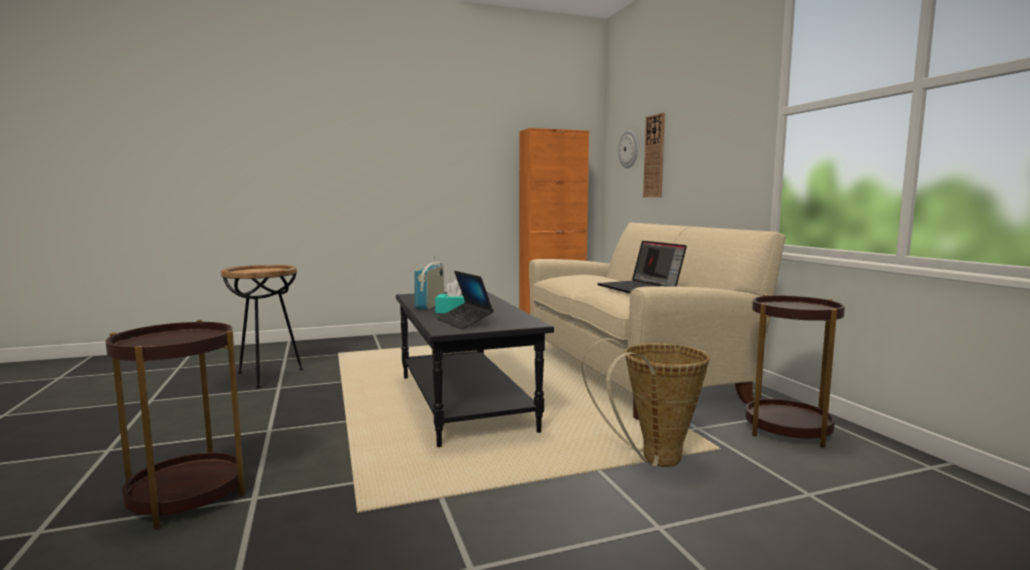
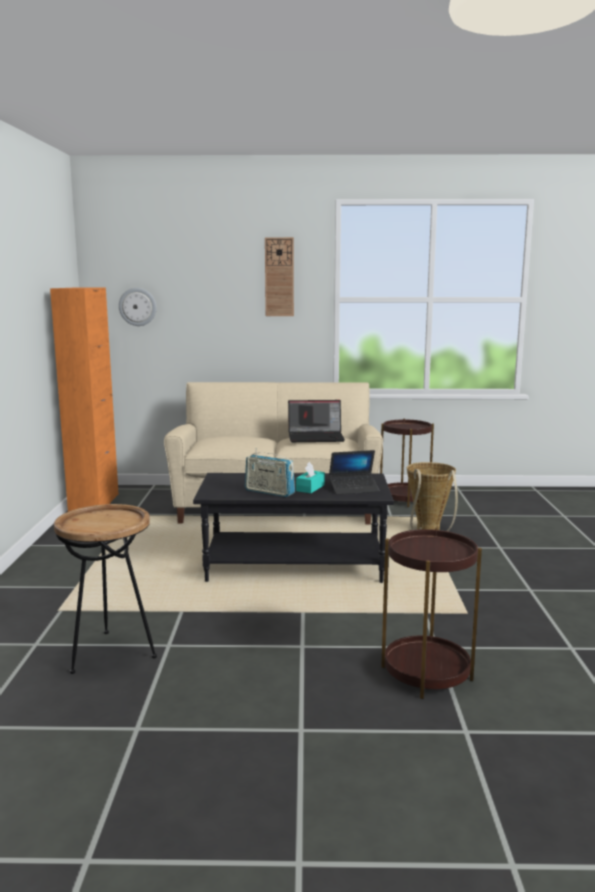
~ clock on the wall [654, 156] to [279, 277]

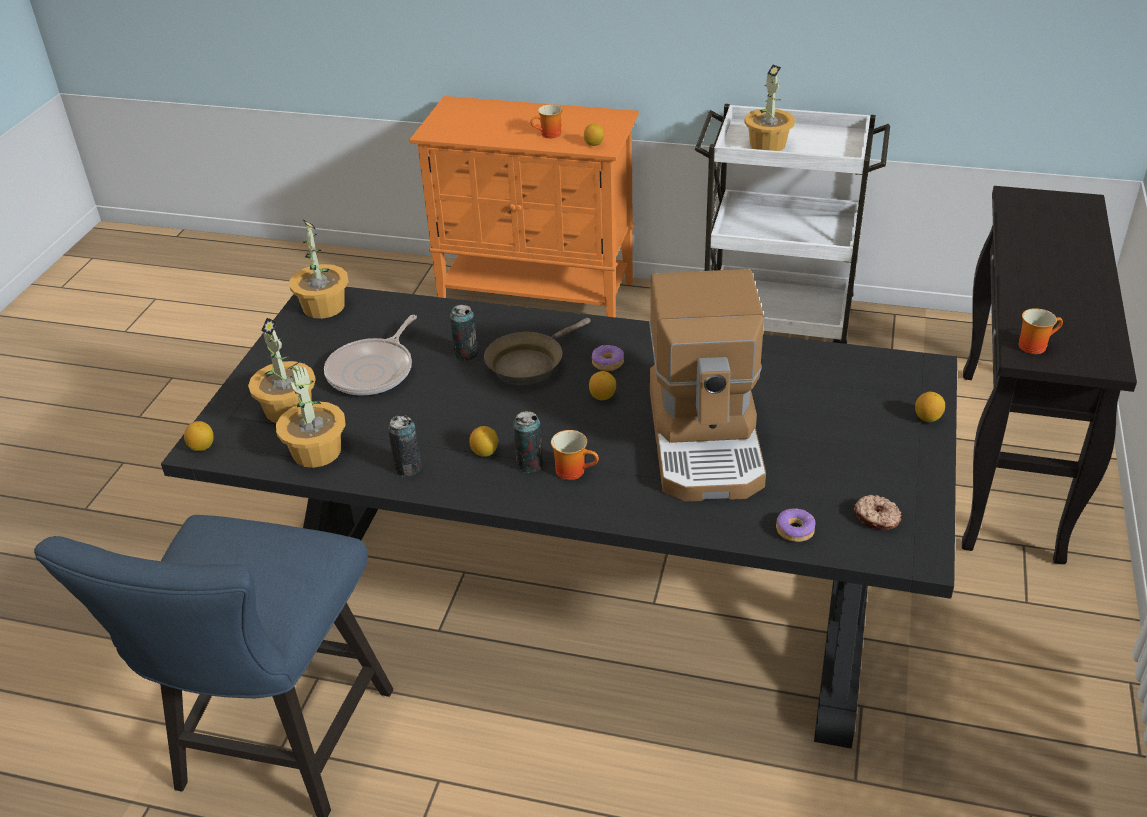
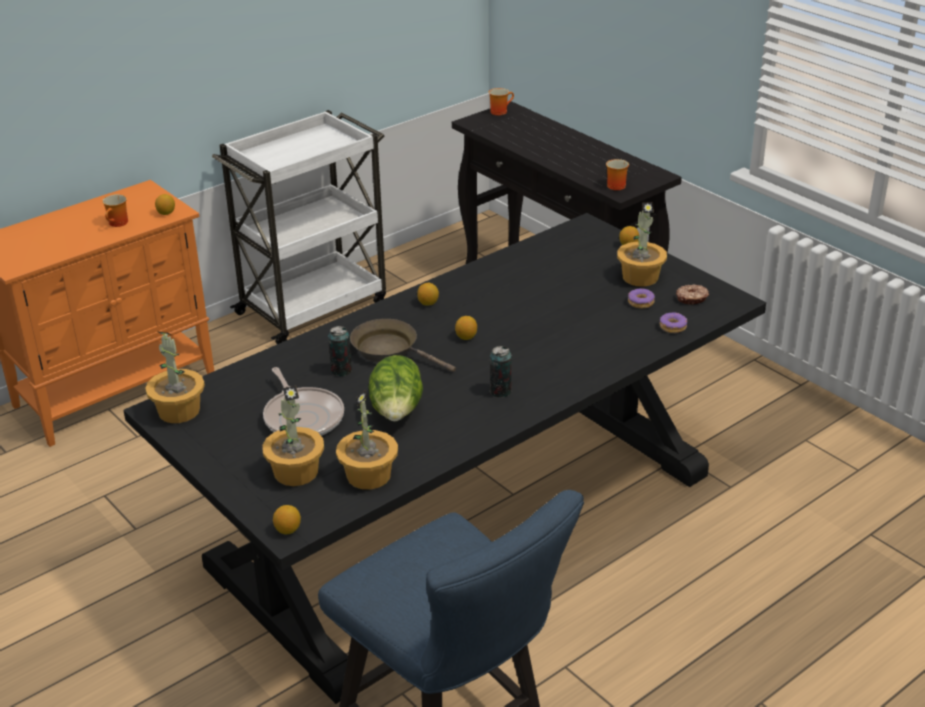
~ plant in a pot [768, 144] to [640, 277]
- coffee brewer [707, 440]
~ brownish frying pan [529, 363] = [390, 350] 135 degrees clockwise
~ donut [607, 363] to [641, 303]
- can [408, 468]
~ citrus fruit [485, 452] to [428, 303]
~ mug [574, 470] to [499, 111]
+ head of lettuce [397, 413]

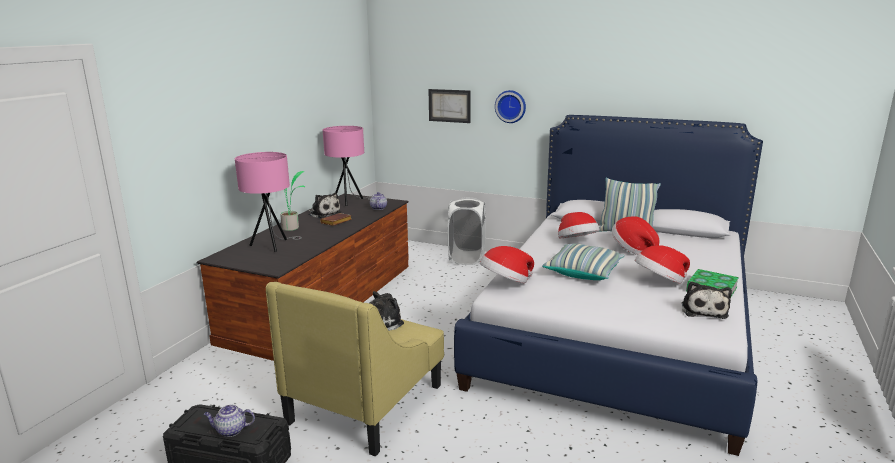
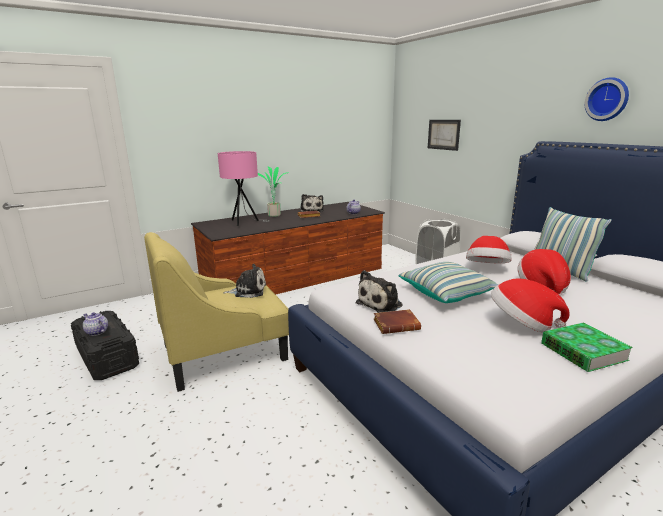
~ clock on the wall [511, 106] to [607, 99]
- pink-coloured tabletop lamp [349, 202]
- hat [505, 282]
~ plush toy [703, 310] to [381, 304]
+ brownish volume [397, 325]

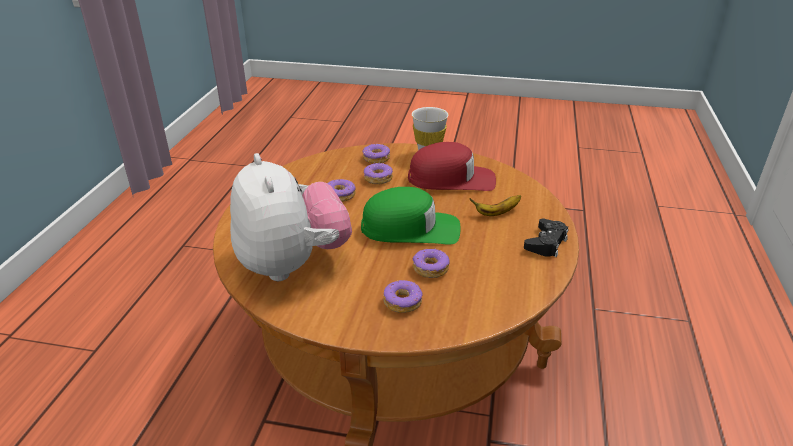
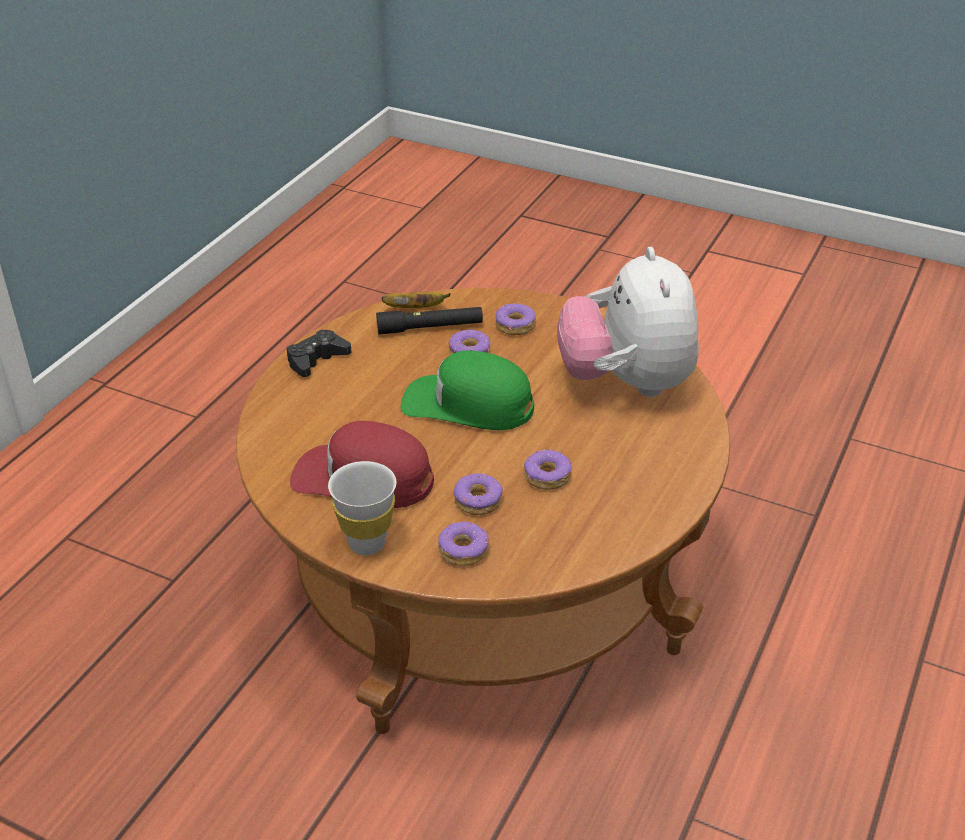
~ whole banana [496, 213] to [416, 308]
+ black-coloured torch [430, 328]

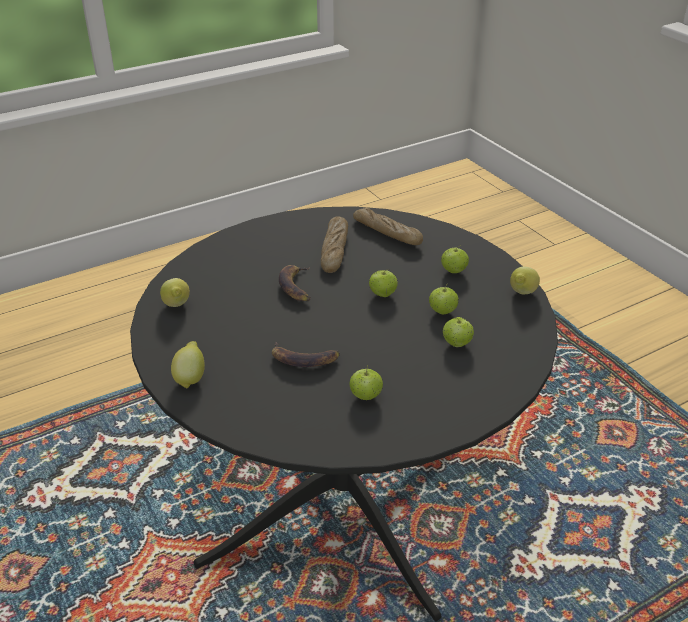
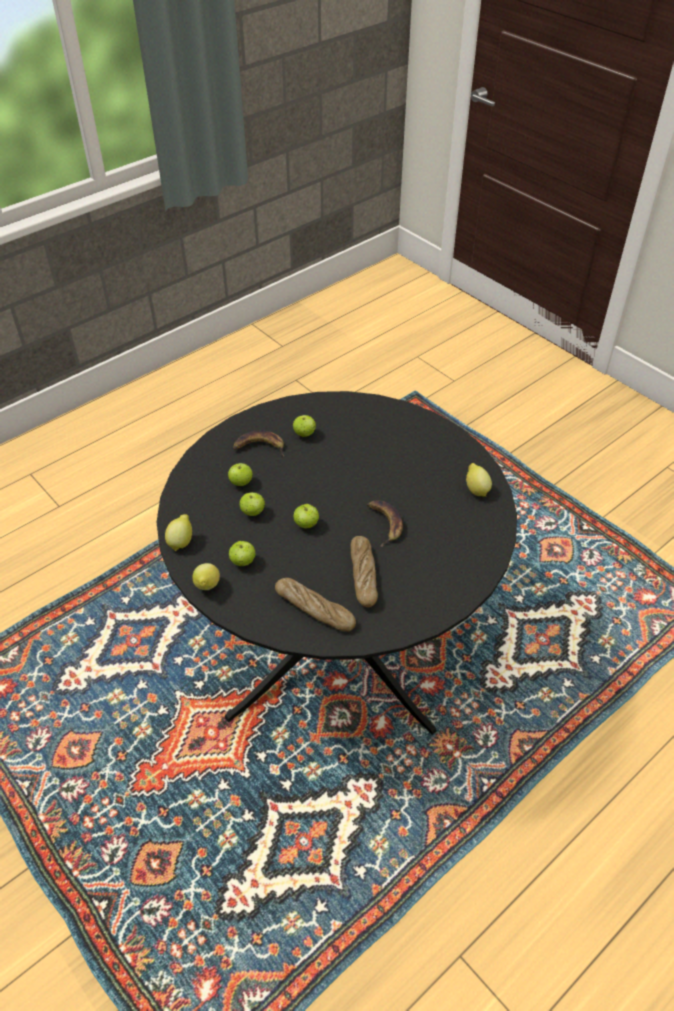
~ citrus fruit [190, 378] to [207, 587]
~ whole banana [304, 359] to [259, 447]

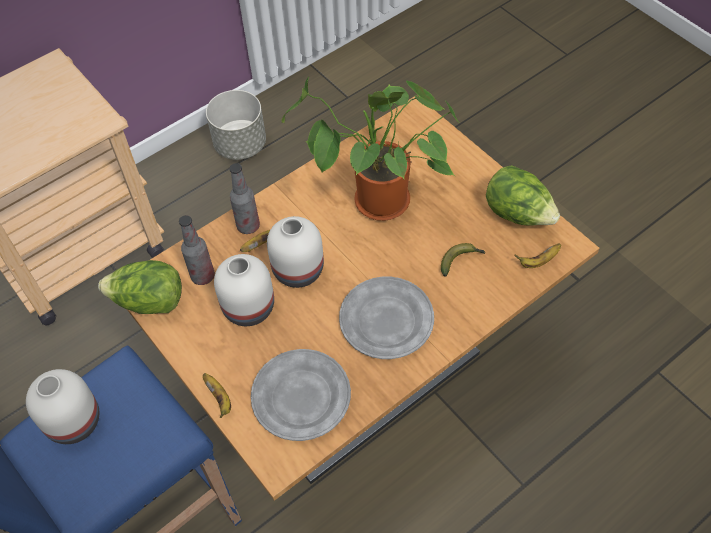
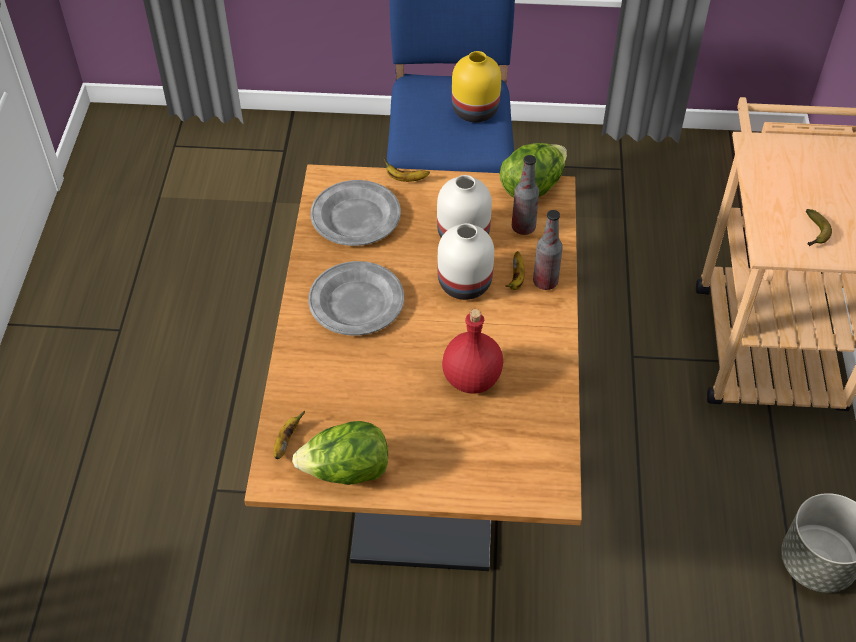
~ plant in a pot [377, 205] to red-coloured drink bottle [472, 378]
~ whole banana [461, 260] to [814, 233]
~ white-coloured flower vase [72, 422] to yellowish flower vase [475, 109]

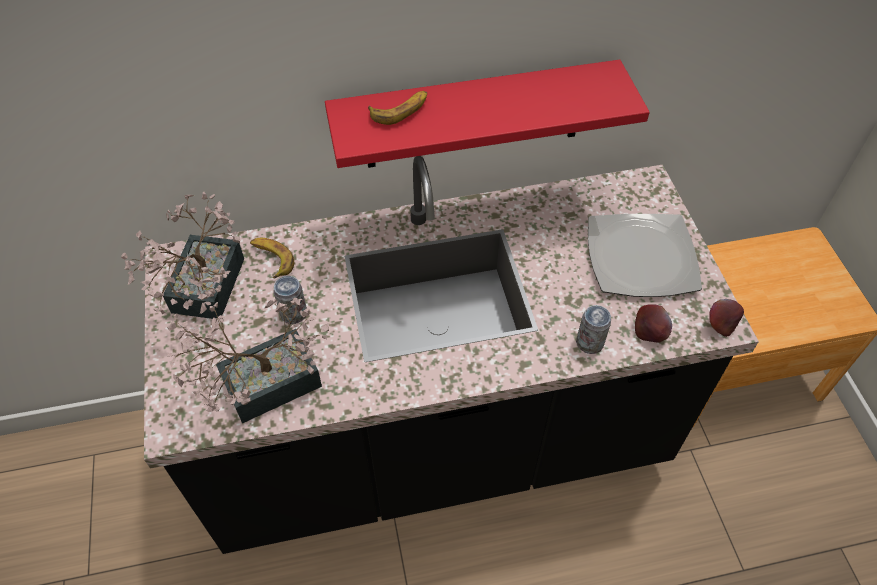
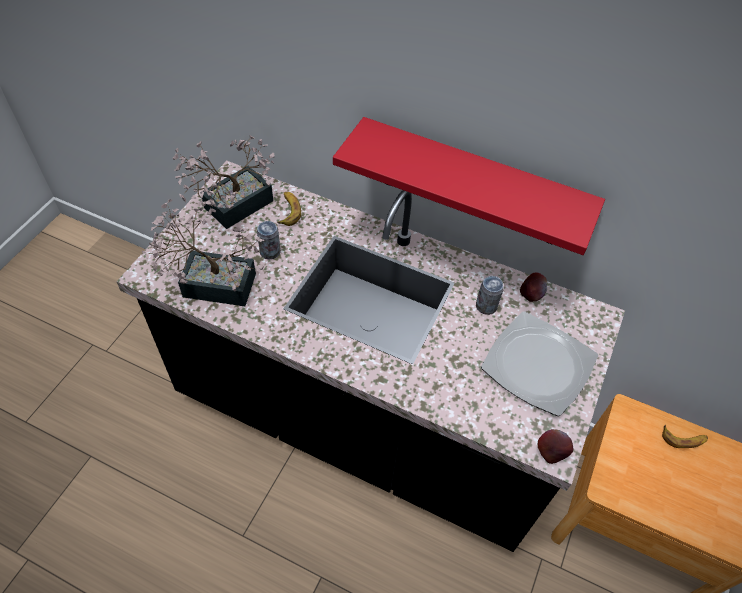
~ whole banana [400, 110] to [683, 439]
~ apple fruit [650, 332] to [531, 294]
~ can [589, 343] to [486, 306]

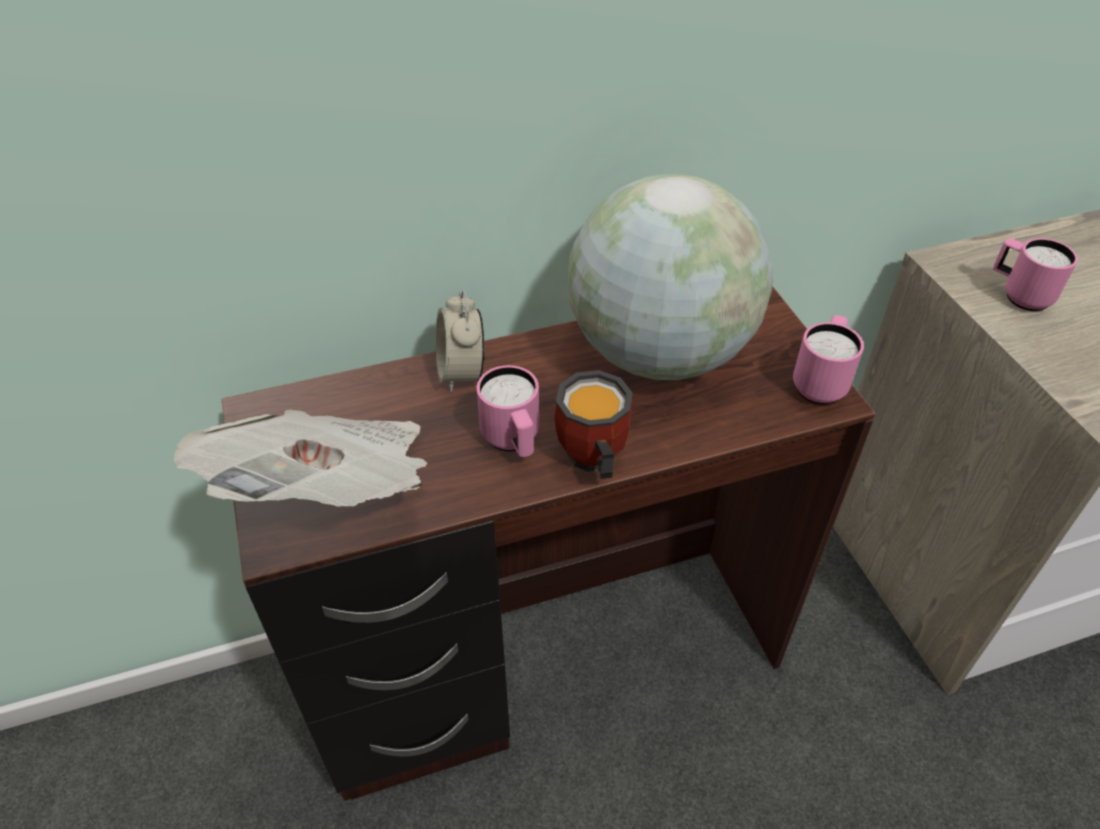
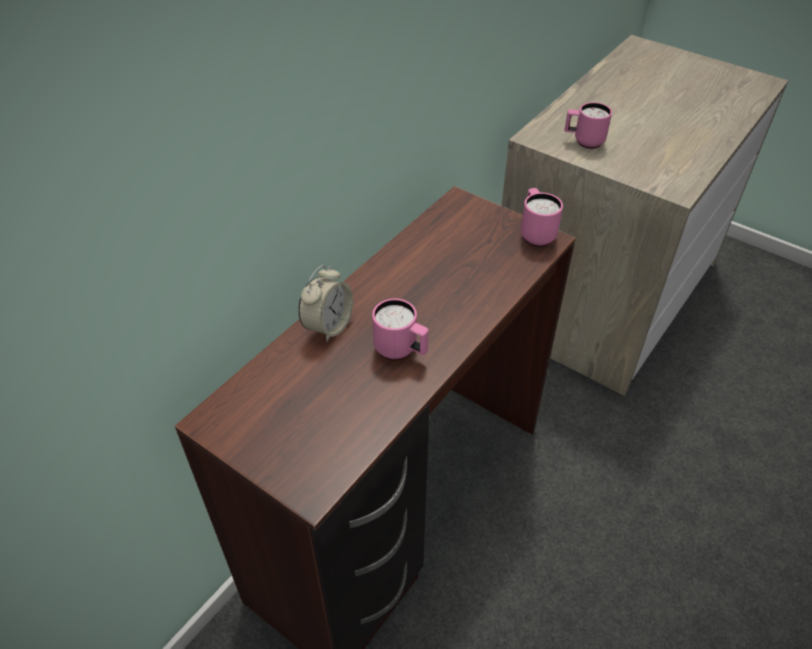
- desk globe [660, 353]
~ table clock [461, 373] = [328, 326] 105 degrees counterclockwise
- mug [589, 461]
- newspaper [330, 492]

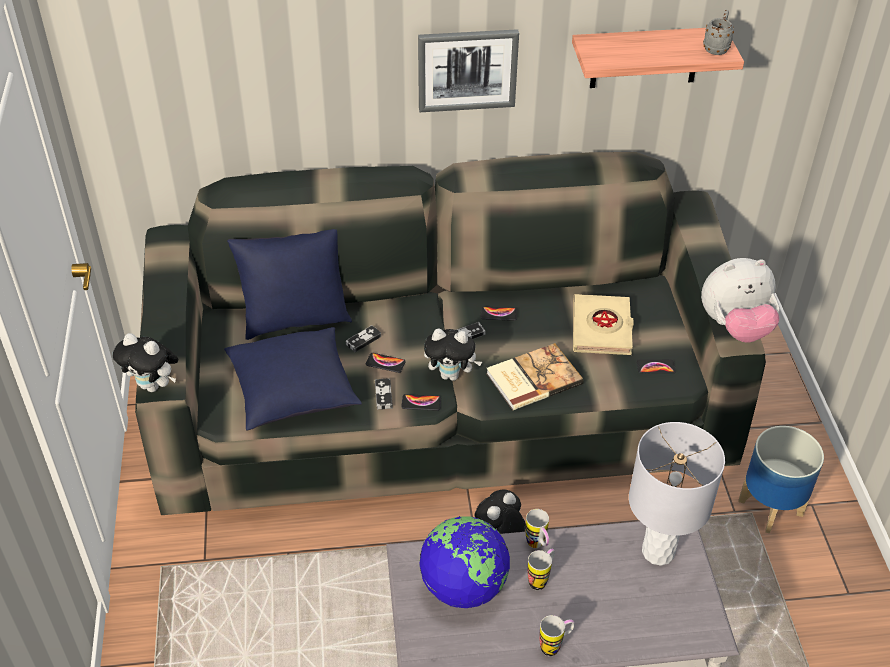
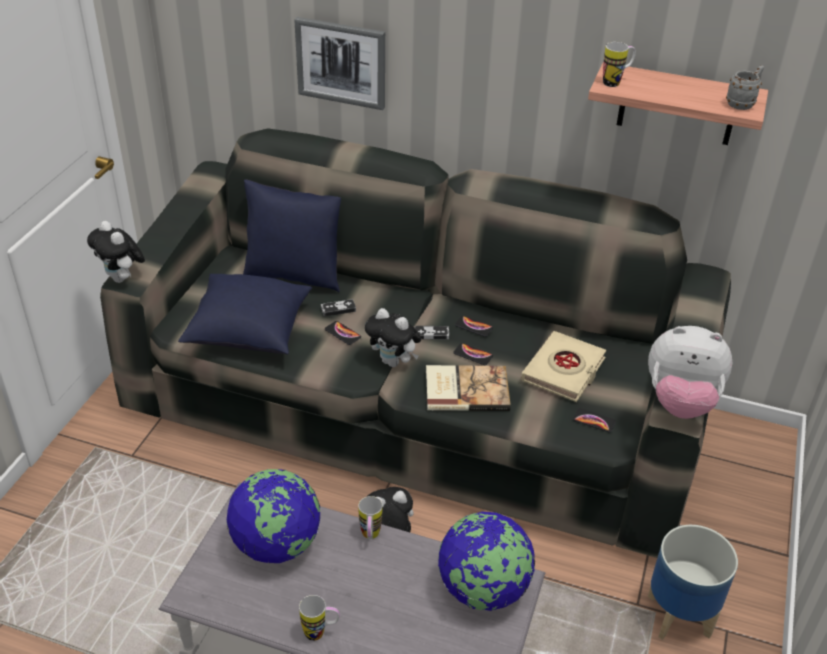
~ picture [467, 69] to [341, 62]
- joypad [383, 395]
~ handset [421, 403] to [473, 354]
~ greyish tabletop lamp [658, 552] to desk globe [483, 590]
~ mug [541, 579] to [616, 82]

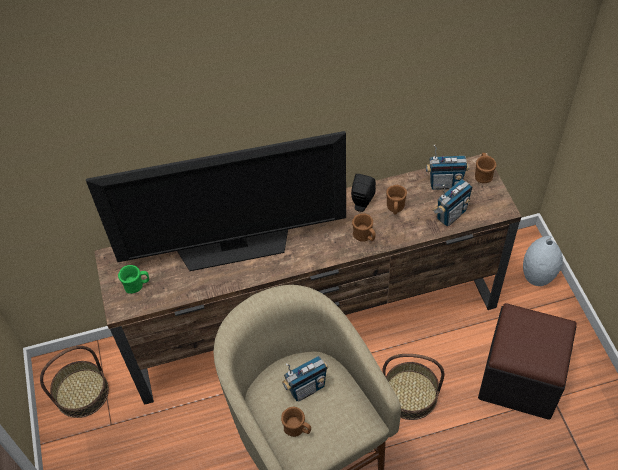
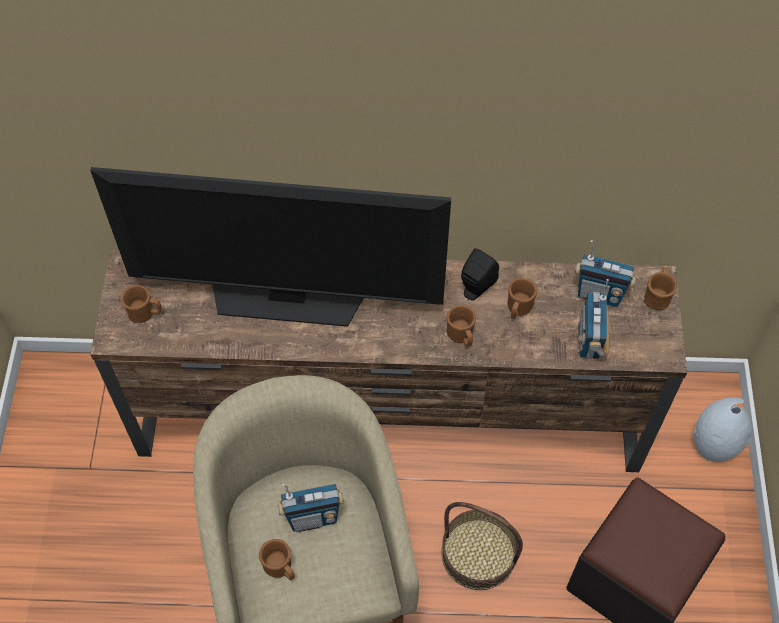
~ radio receiver [451, 215] = [590, 341] 120 degrees clockwise
~ green-coloured mug [137, 285] to brownish mug [145, 314]
- storage basket [82, 393]

